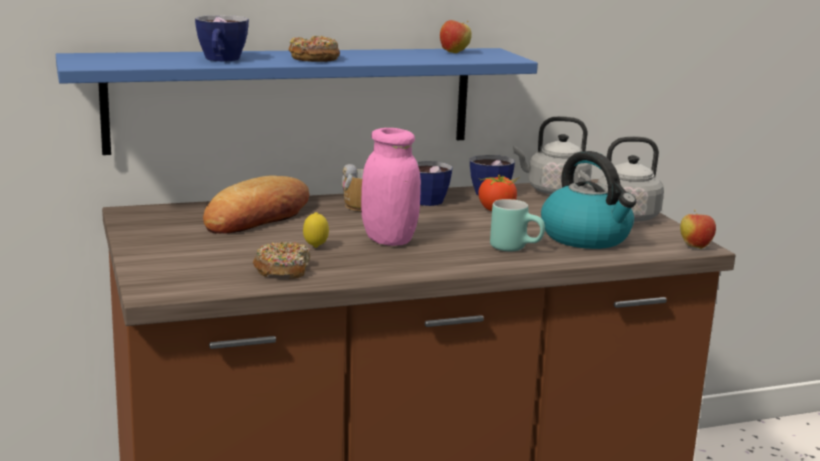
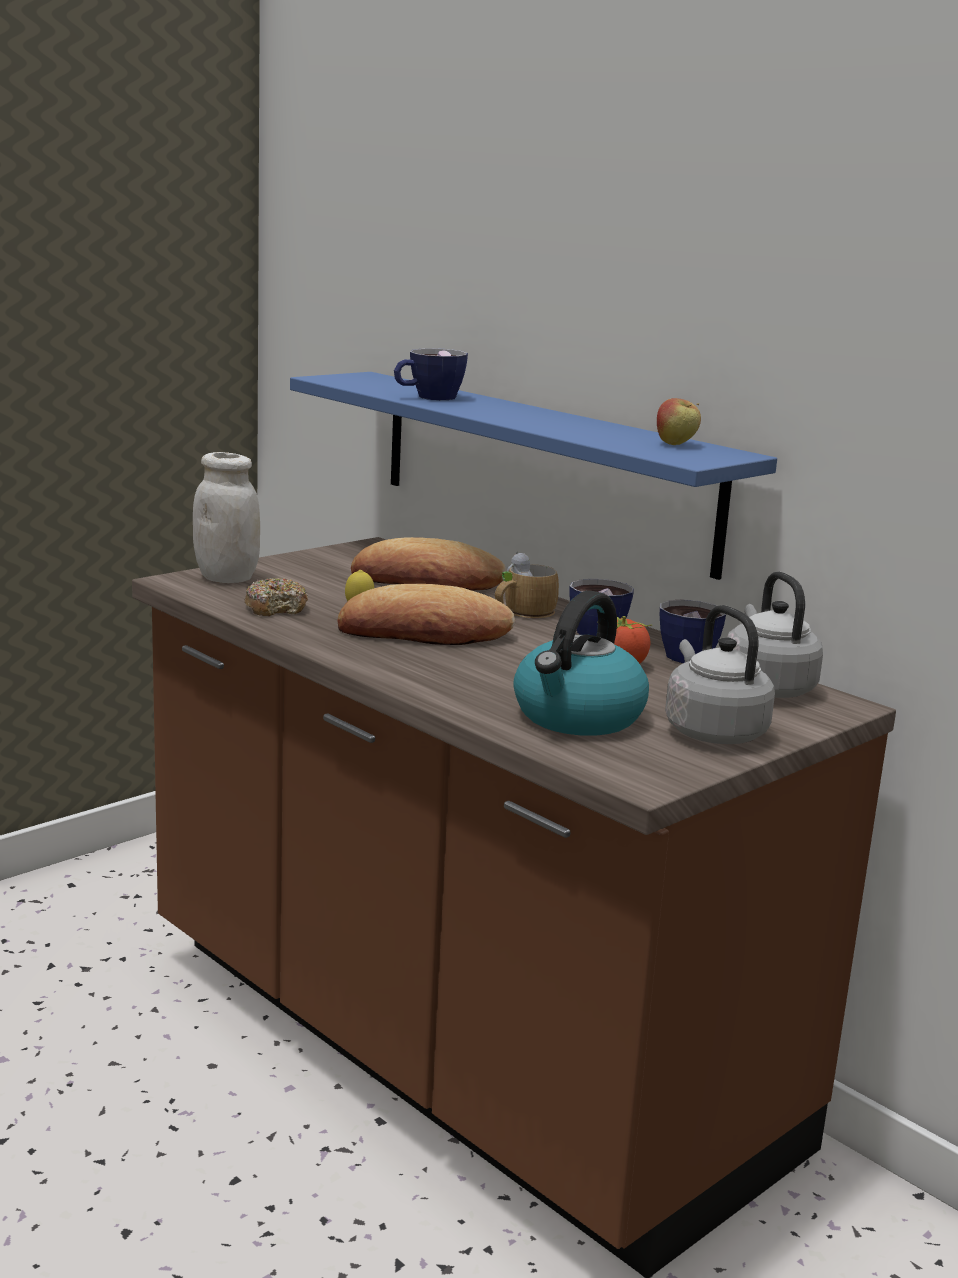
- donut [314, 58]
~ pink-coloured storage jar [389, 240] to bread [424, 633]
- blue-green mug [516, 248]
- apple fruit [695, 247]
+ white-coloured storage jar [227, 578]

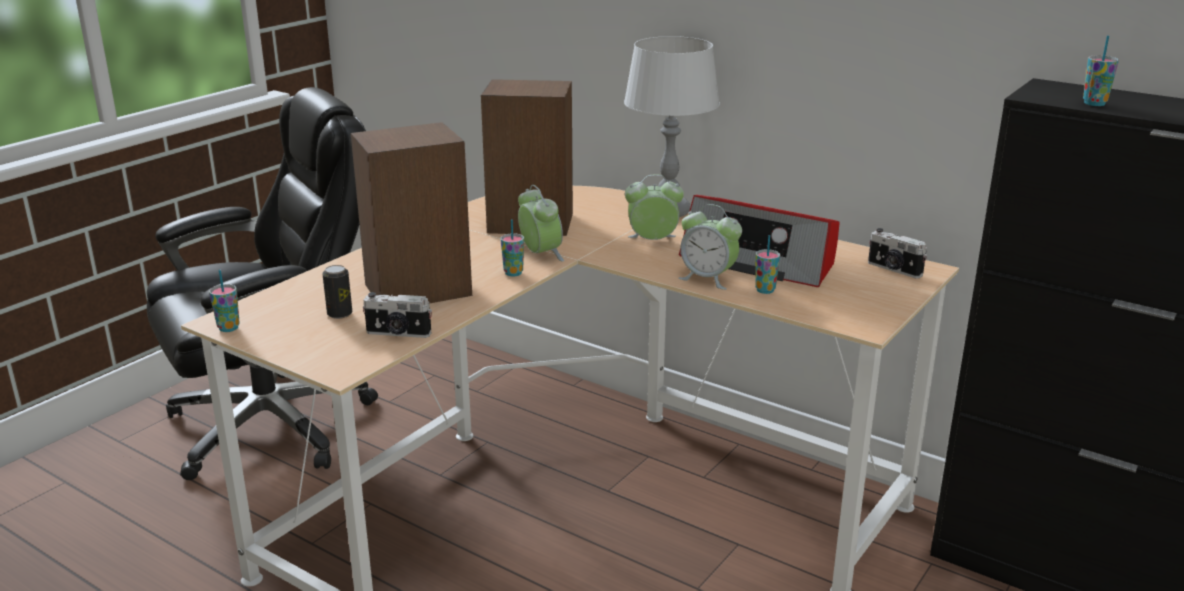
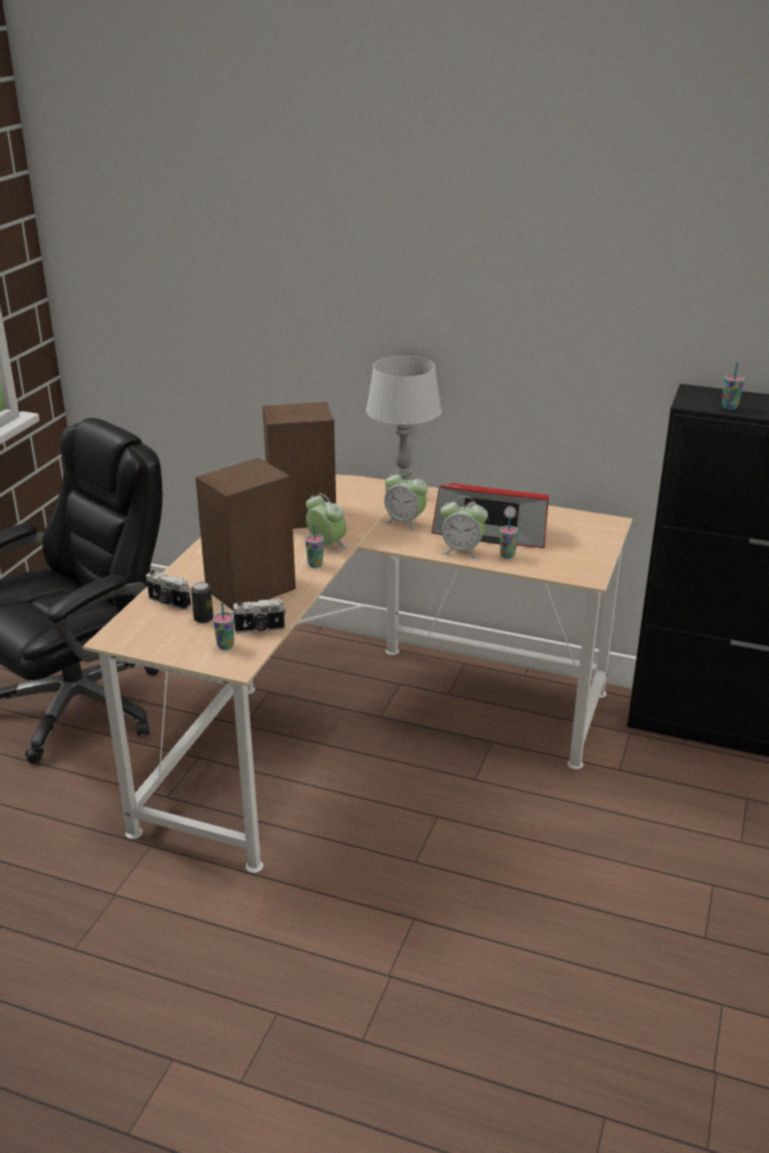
~ table clock [652, 241] = [405, 522] 135 degrees counterclockwise
~ photo camera [894, 269] to [168, 603]
~ drinking cup [228, 328] to [225, 646]

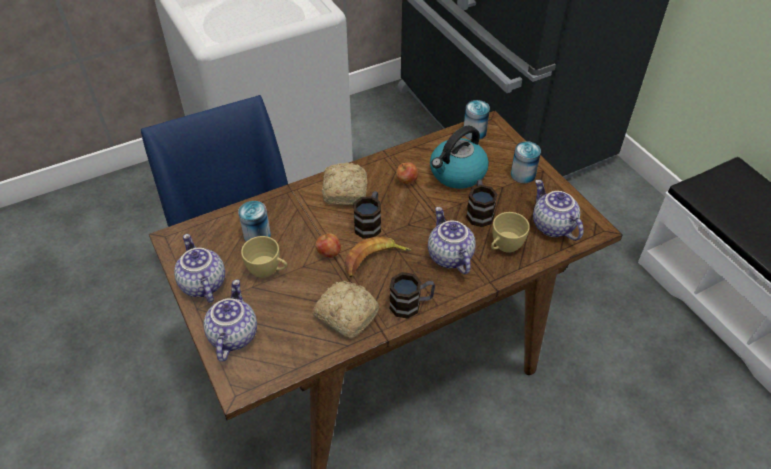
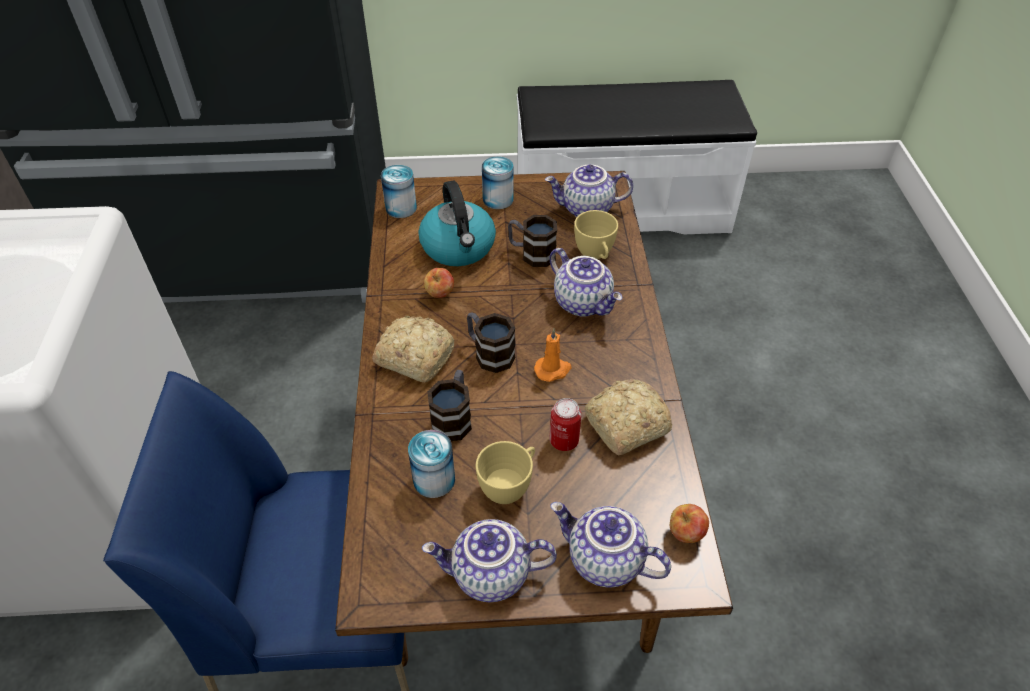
~ tea pot [448, 256] = [584, 302] 135 degrees counterclockwise
~ apple fruit [328, 253] to [686, 533]
~ whole banana [374, 260] to orange candle [553, 370]
~ mug [411, 304] to [454, 417]
+ can [564, 440]

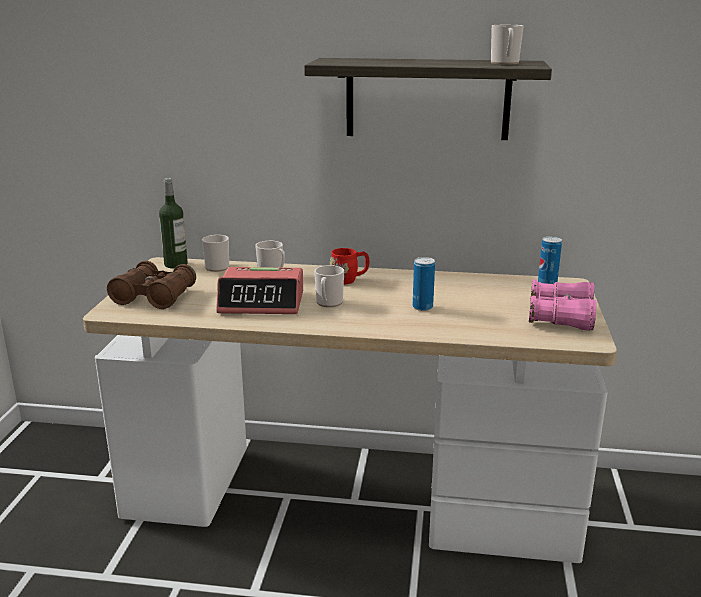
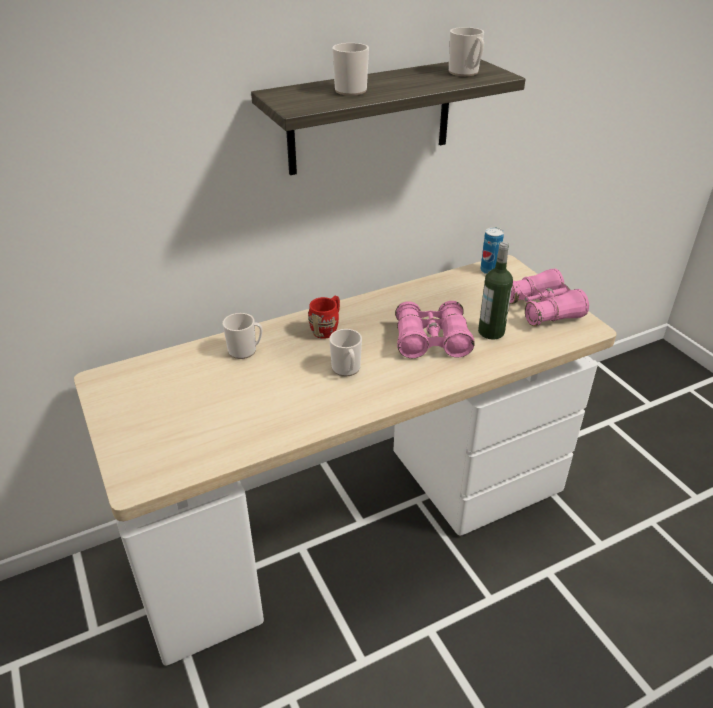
~ drink bottle [176, 264] to [491, 332]
~ mug [218, 266] to [349, 89]
~ can [422, 307] to pink-coloured binoculars [431, 340]
- brownish binoculars [154, 297]
- table clock [262, 302]

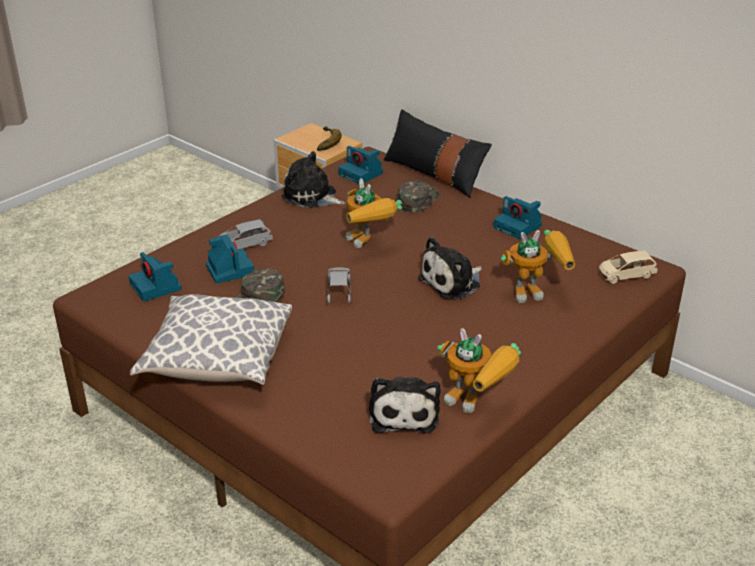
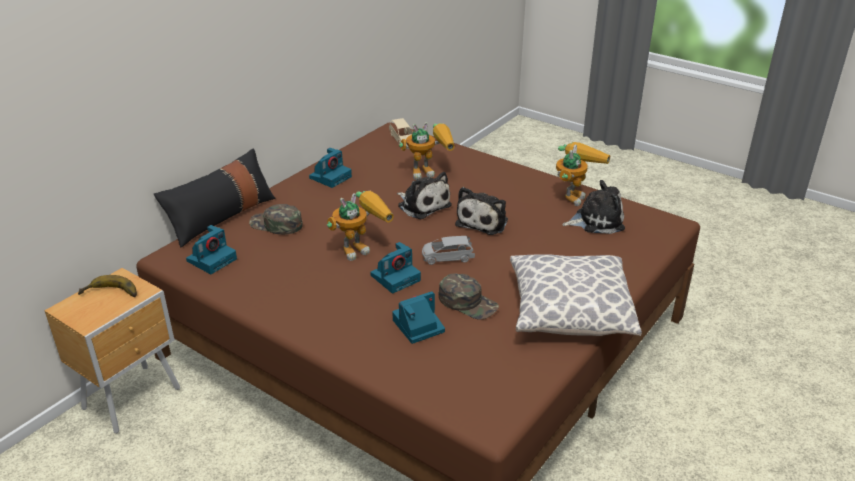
~ plush toy [311, 197] to [483, 221]
- greyish model car [244, 245]
~ model robot [537, 291] = [430, 171] 90 degrees clockwise
~ photo camera [156, 287] to [396, 277]

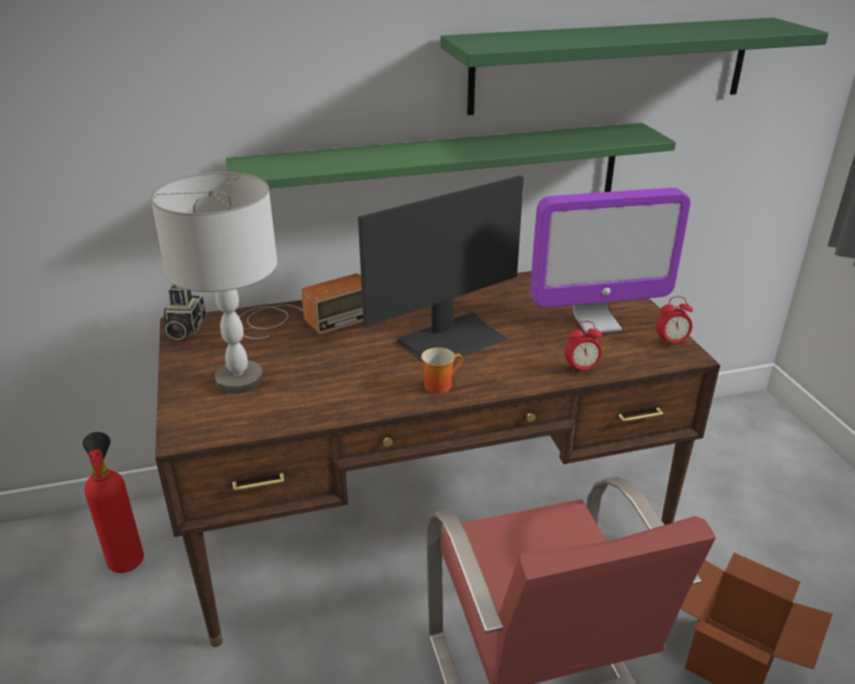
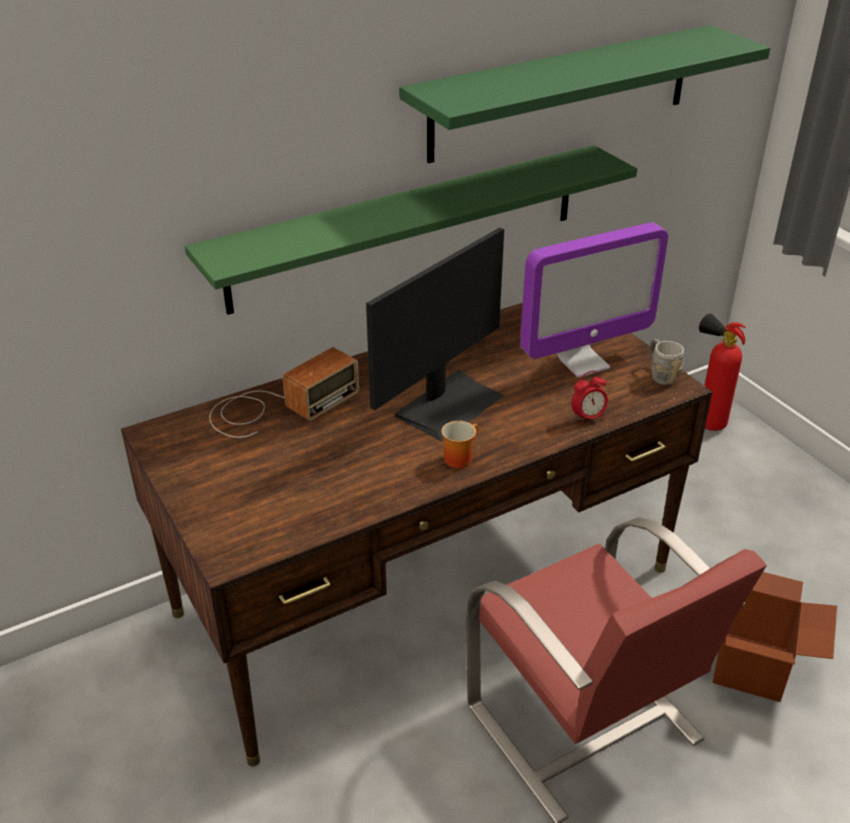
- greyish tabletop lamp [240, 379]
- photo camera [184, 329]
~ table clock [671, 342] to greyish mug [660, 374]
~ fire-fighting cylinder [126, 557] to [706, 421]

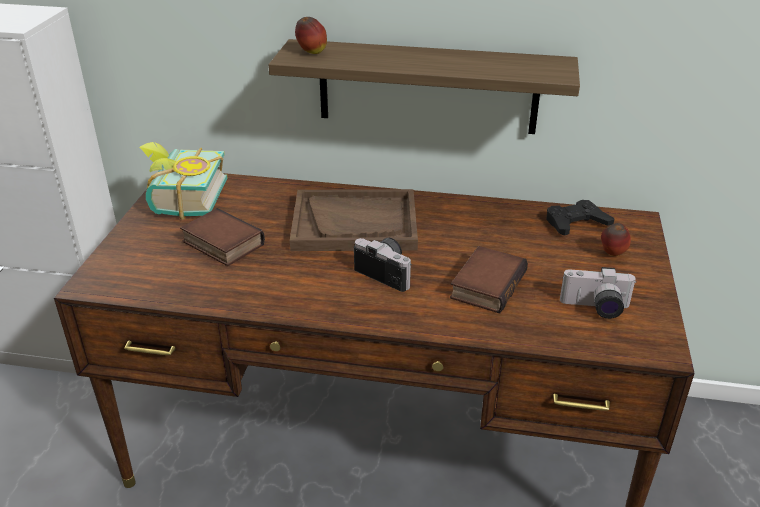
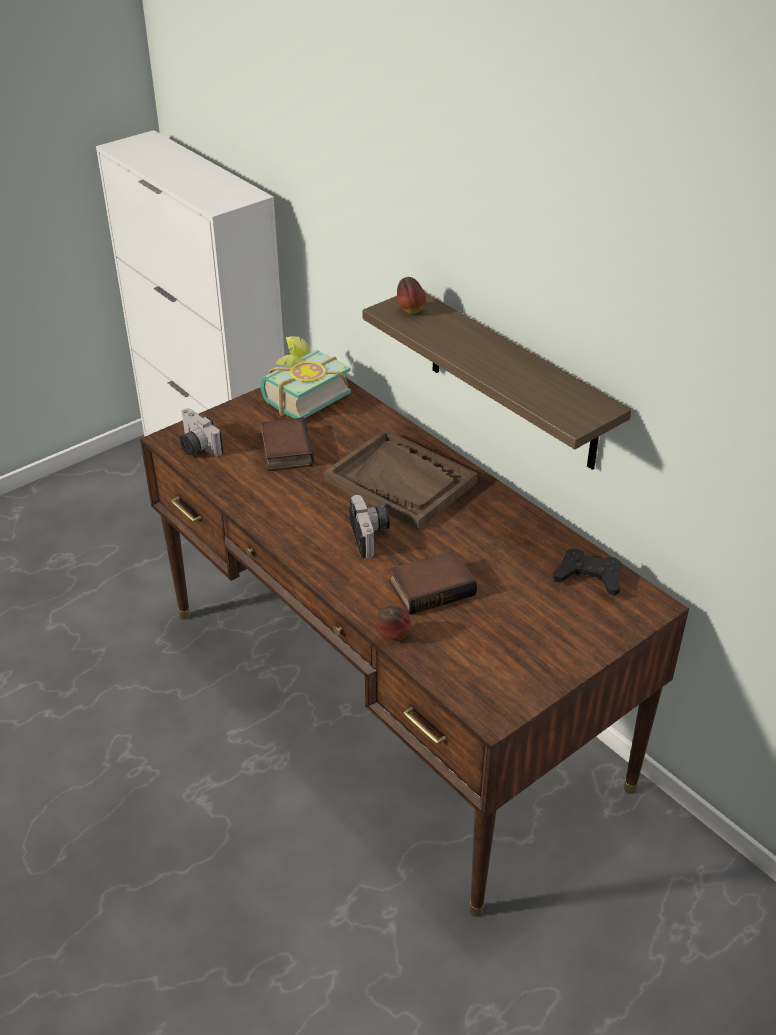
~ apple fruit [612, 254] to [393, 636]
~ photo camera [595, 308] to [196, 447]

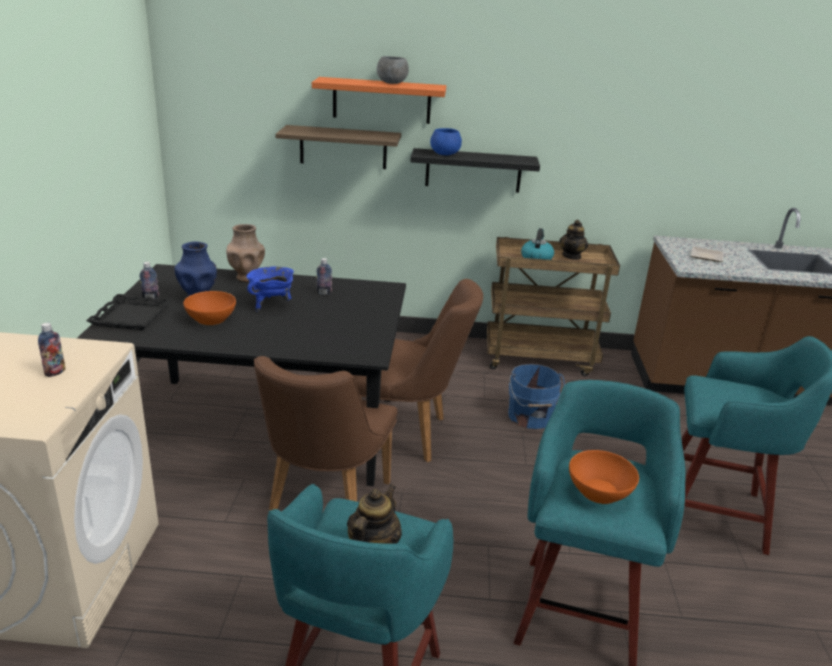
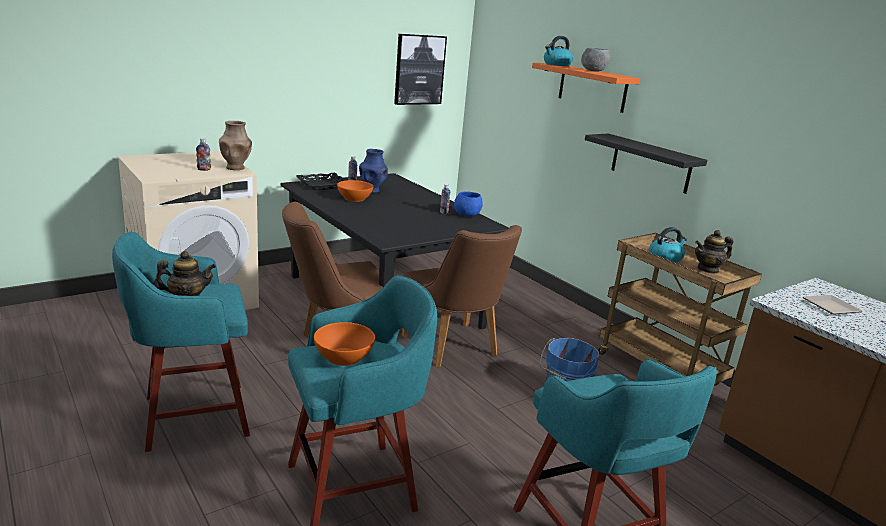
- shelf [343, 147]
~ blue-coloured bowl [445, 154] to [467, 215]
~ brownish flower vase [246, 278] to [236, 168]
- blue-coloured stockpot [271, 305]
+ picture [419, 69]
+ tea kettle [556, 64]

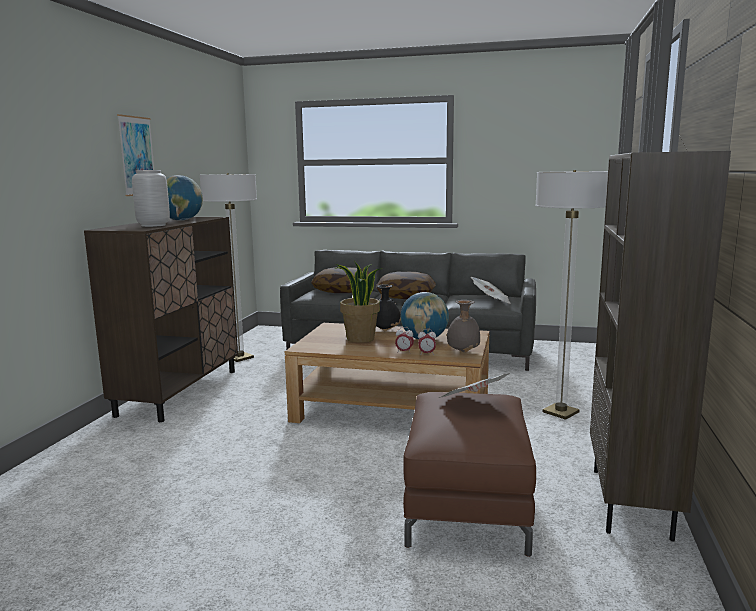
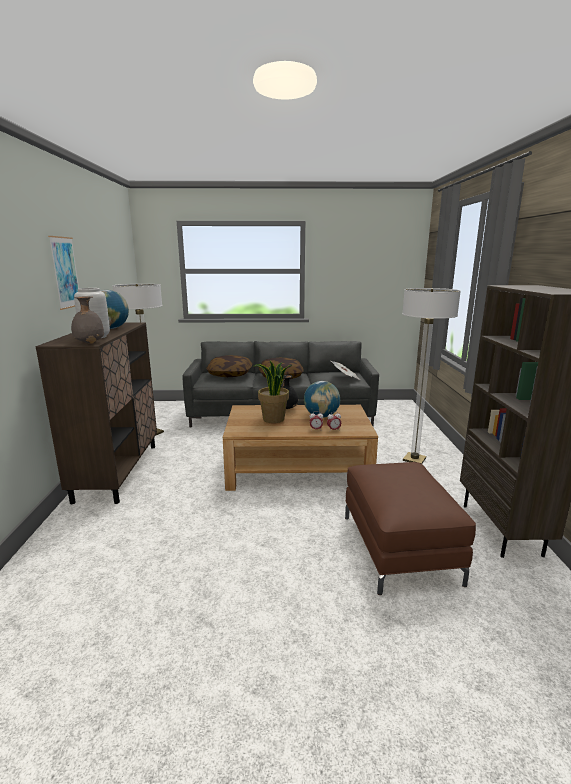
~ greyish flower vase [462, 352] to [89, 343]
- newspaper [472, 403]

